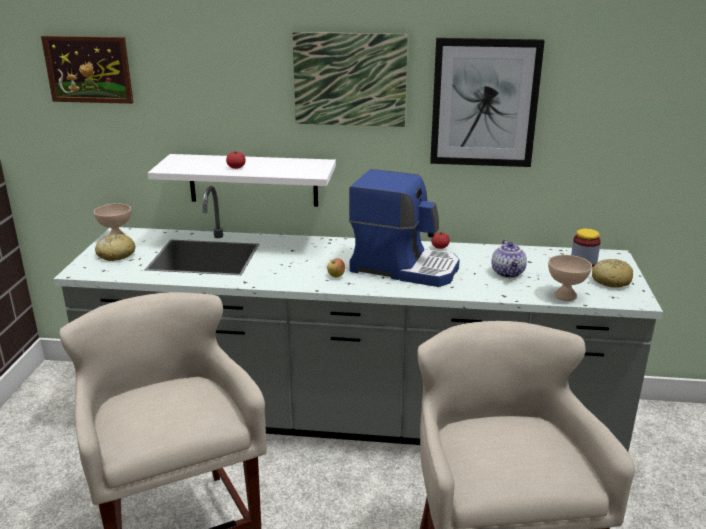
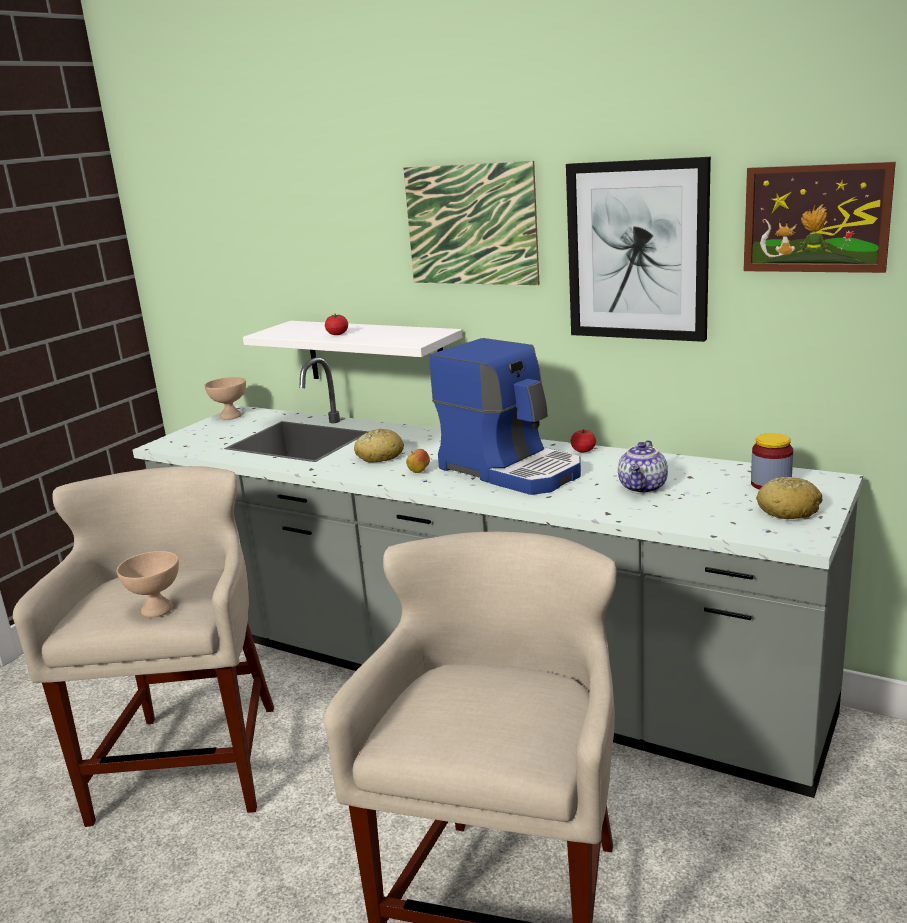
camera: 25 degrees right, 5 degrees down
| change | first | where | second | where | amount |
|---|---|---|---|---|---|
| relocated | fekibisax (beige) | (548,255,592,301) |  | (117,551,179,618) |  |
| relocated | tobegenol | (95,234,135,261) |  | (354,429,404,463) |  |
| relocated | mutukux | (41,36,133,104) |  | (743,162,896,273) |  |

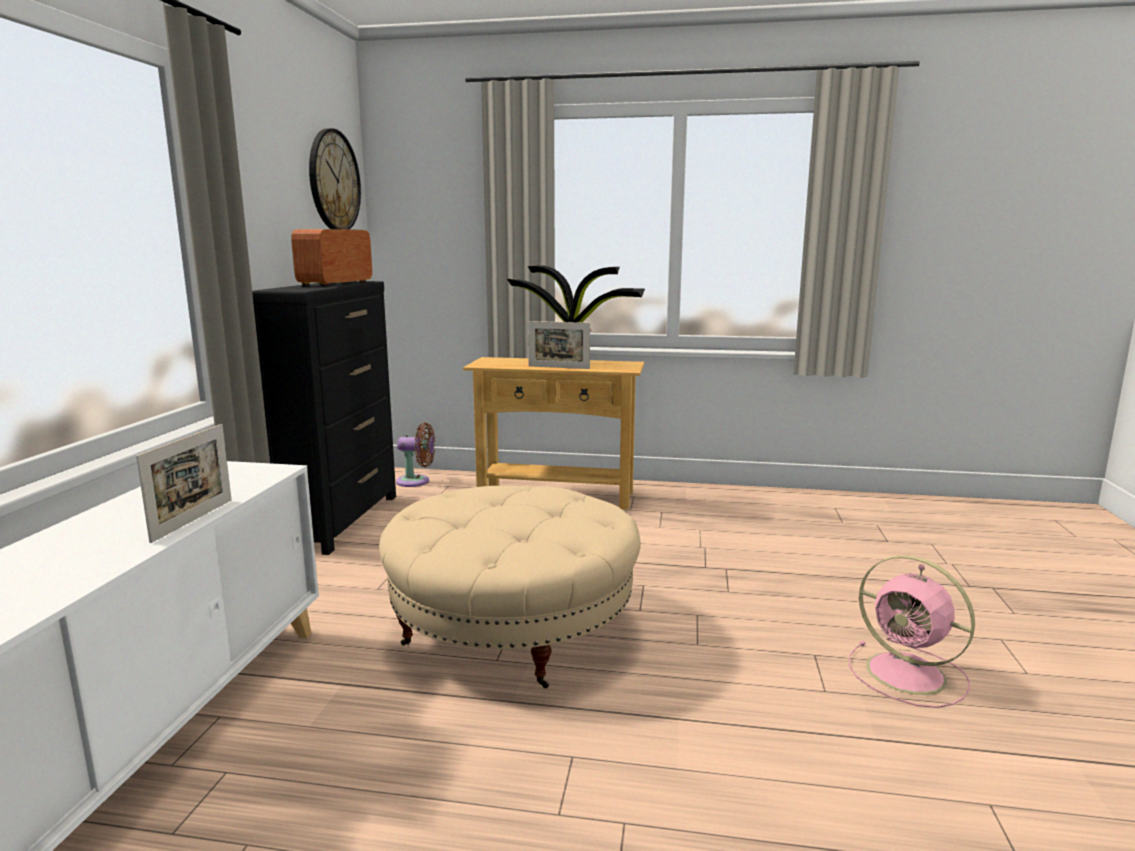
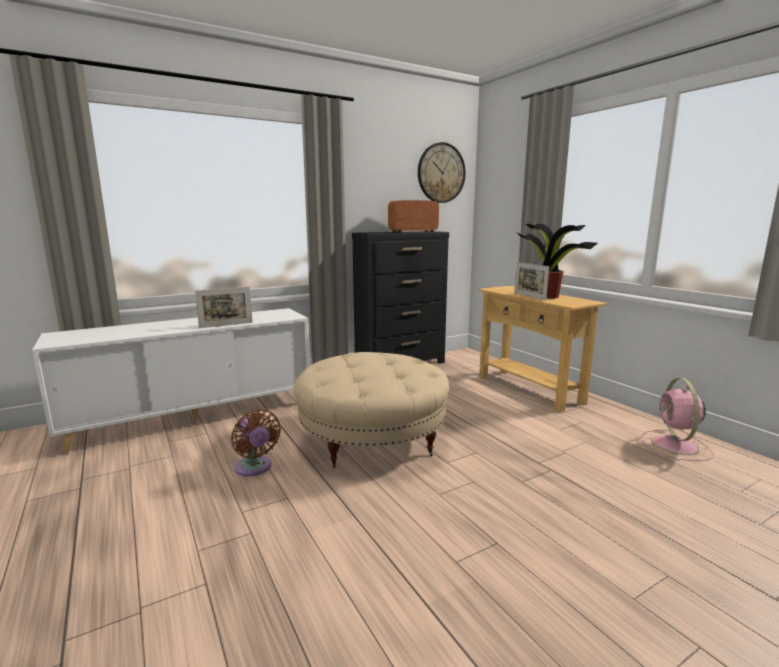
camera: 50 degrees right, 0 degrees up
| change | first | where | second | where | amount |
|---|---|---|---|---|---|
| relocated | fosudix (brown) | (396,422,435,487) |  | (231,409,281,477) |  |
| relocated | fosudix (pink) | (848,555,975,708) |  | (641,378,714,461) |  |

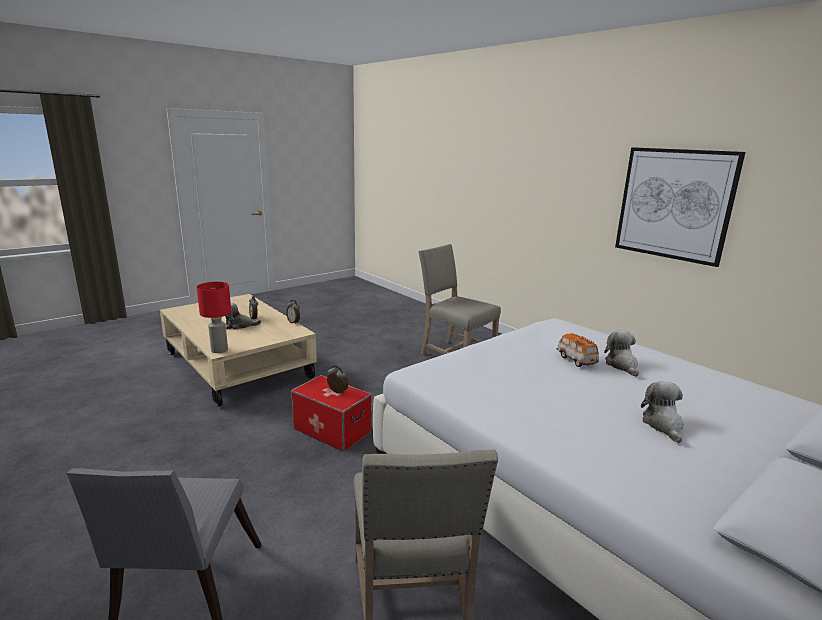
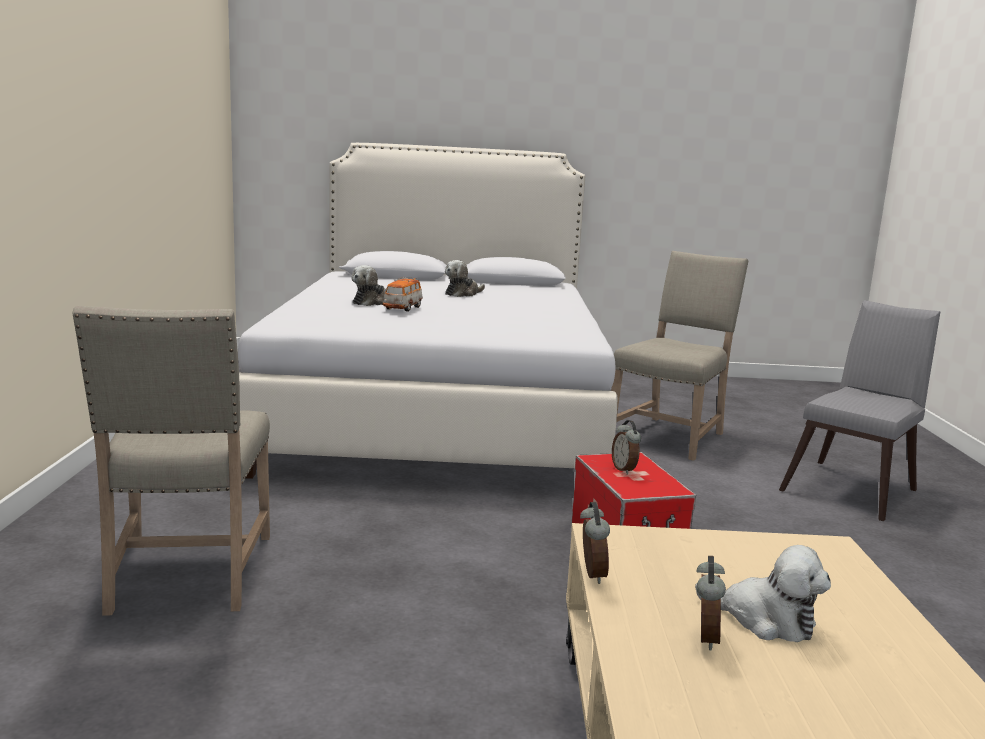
camera: 140 degrees left, 5 degrees down
| change | first | where | second | where | amount |
|---|---|---|---|---|---|
| missing | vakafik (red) | (197,282,231,353) |  |  |  |
| missing | mutukux | (615,147,745,267) |  |  |  |

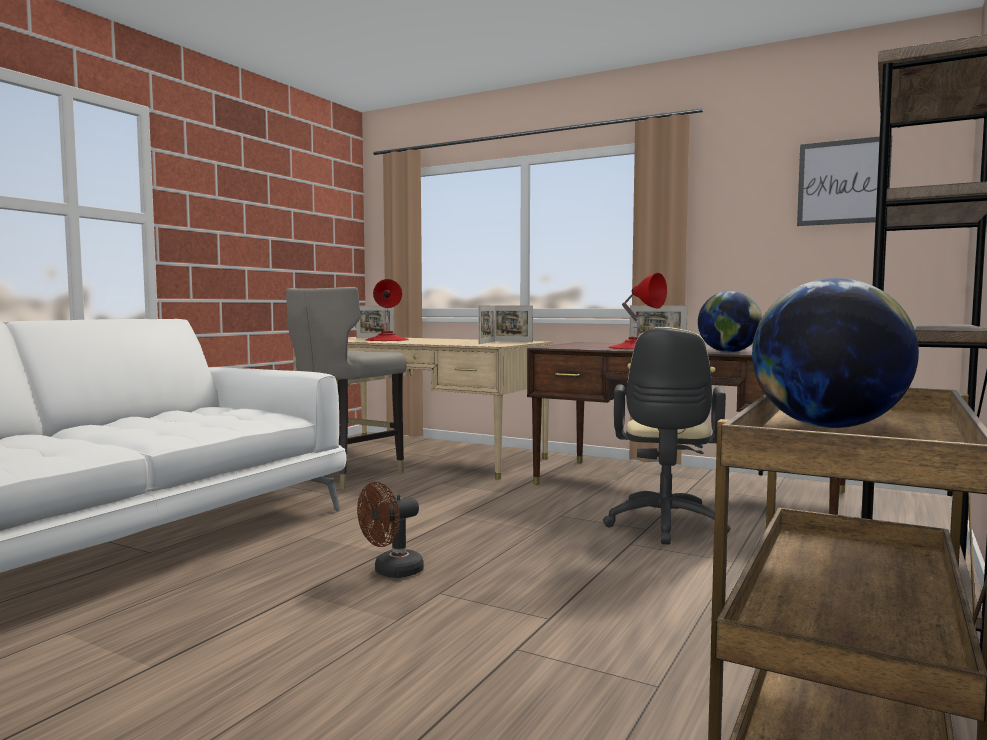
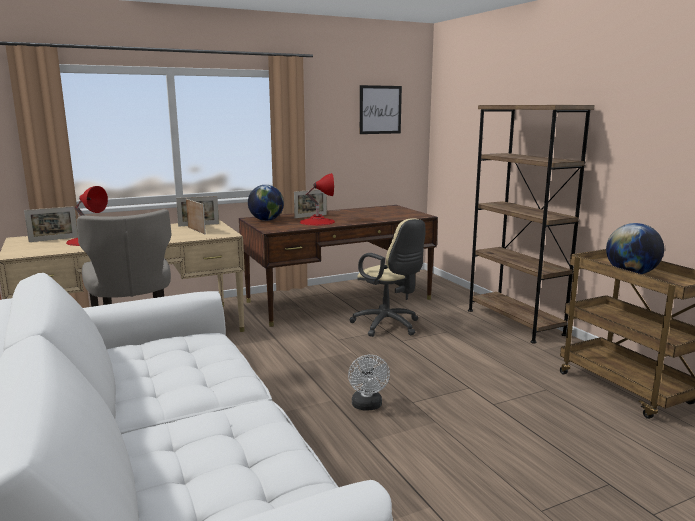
camera: 55 degrees left, 10 degrees up
| change | first | where | second | where | amount |
|---|---|---|---|---|---|
| relocated | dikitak | (698,291,762,352) |  | (248,185,284,221) |  |
| colour | fosudix (brown) | (357,482,424,578) | fosudix (white) | (348,355,390,410) |  |

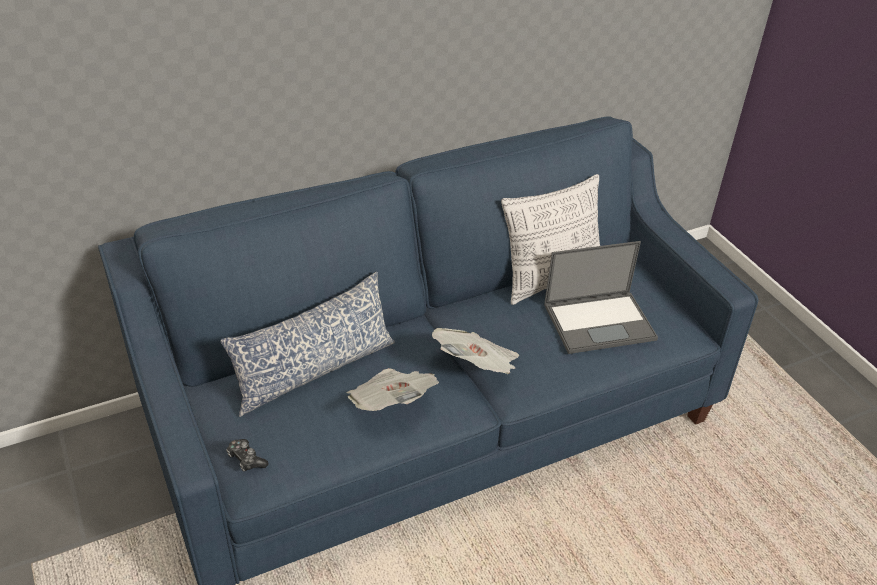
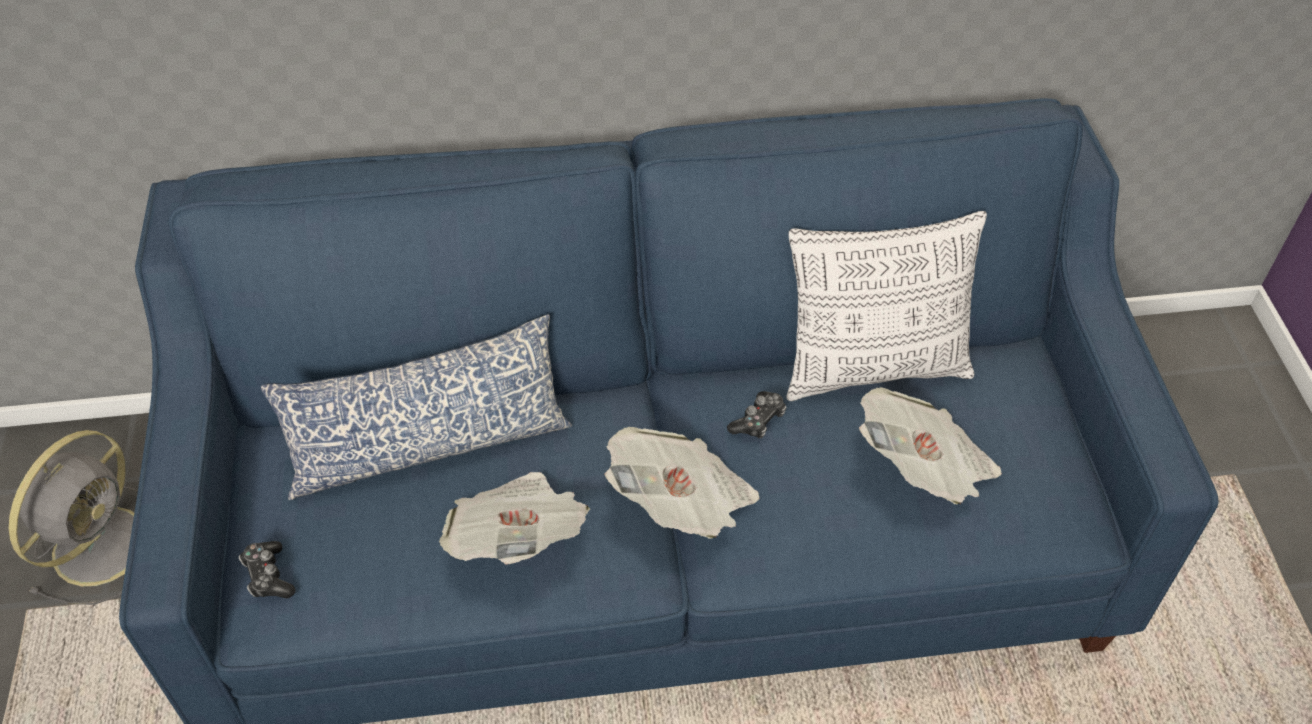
camera: 20 degrees right, 10 degrees up
| change | first | where | second | where | amount |
|---|---|---|---|---|---|
| appeared |  |  | fosudix (grey) | (9,430,138,605) |  |
| appeared |  |  | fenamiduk | (727,391,786,438) |  |
| exchanged | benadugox | (544,241,658,354) | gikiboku | (859,387,1002,504) |  |

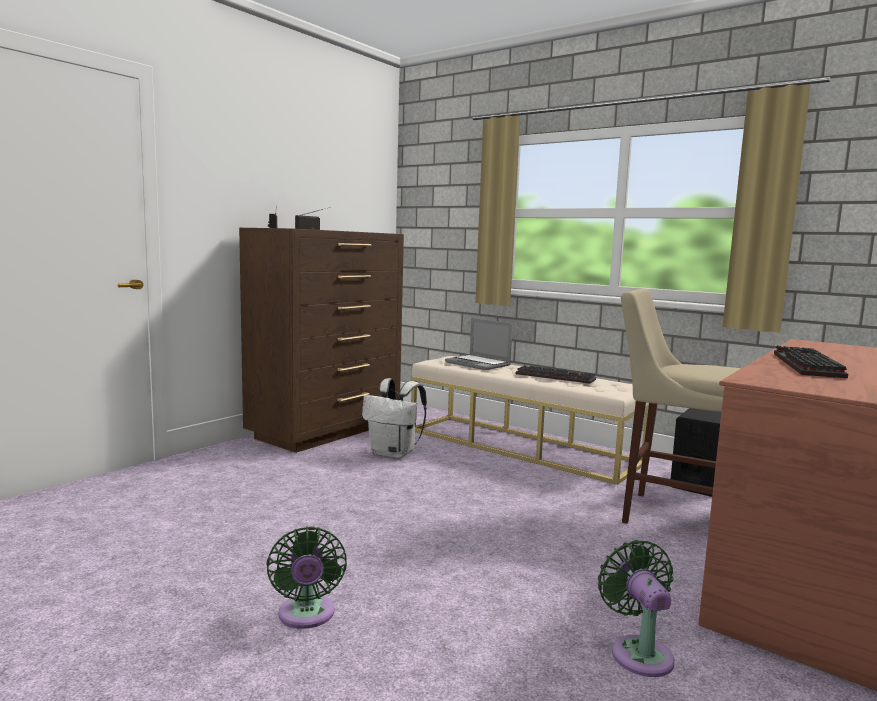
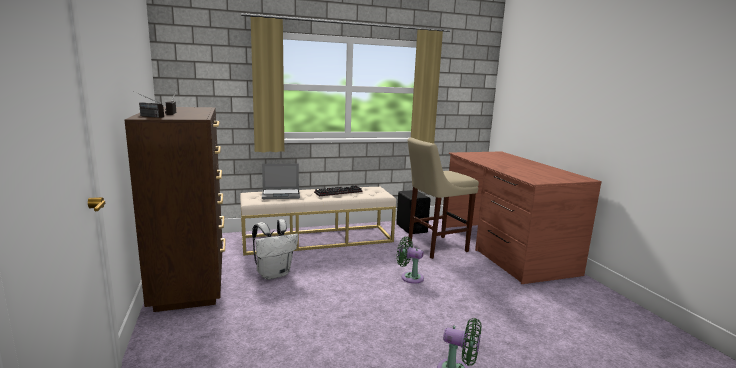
camera: 55 degrees left, 5 degrees up
| change | first | where | second | where | amount |
|---|---|---|---|---|---|
| relocated | fosudix (green) | (598,540,675,677) |  | (396,237,424,284) |  |
| missing | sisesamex | (774,345,848,379) |  |  |  |

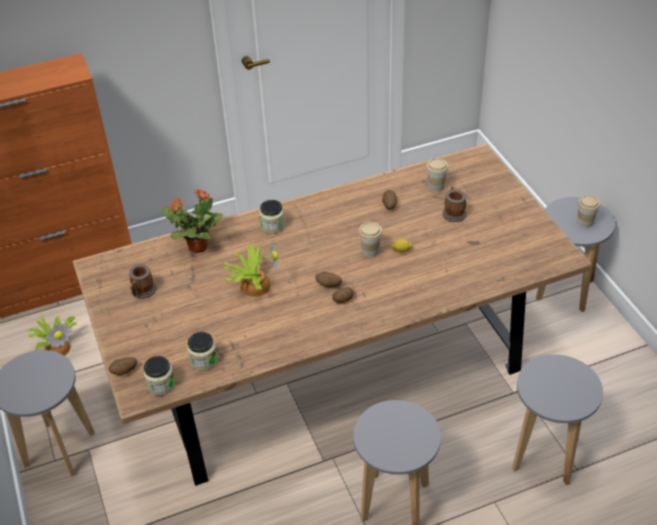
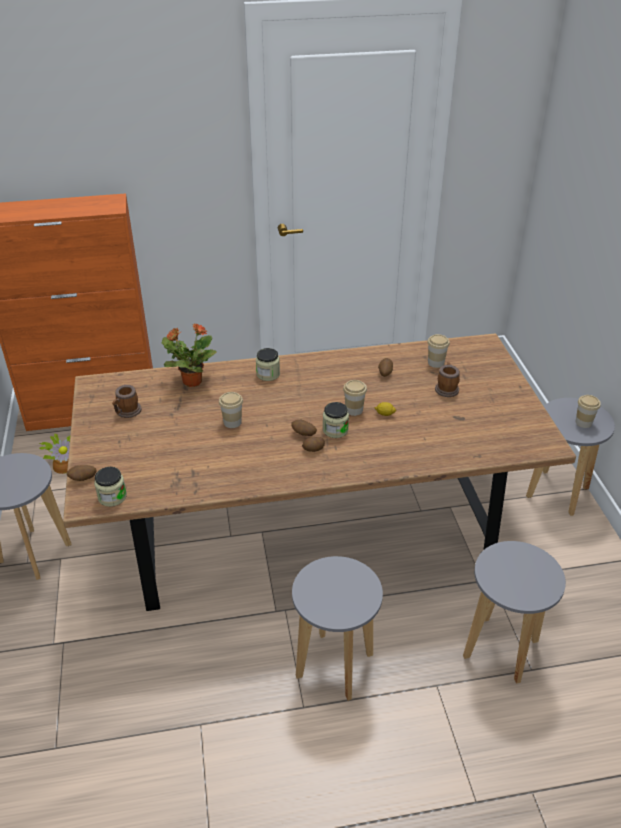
camera: 10 degrees right, 5 degrees down
| change | first | where | second | where | amount |
|---|---|---|---|---|---|
| exchanged | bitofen | (223,241,278,297) | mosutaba | (219,392,243,428) |  |
| relocated | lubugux | (187,332,218,371) |  | (323,402,349,438) |  |

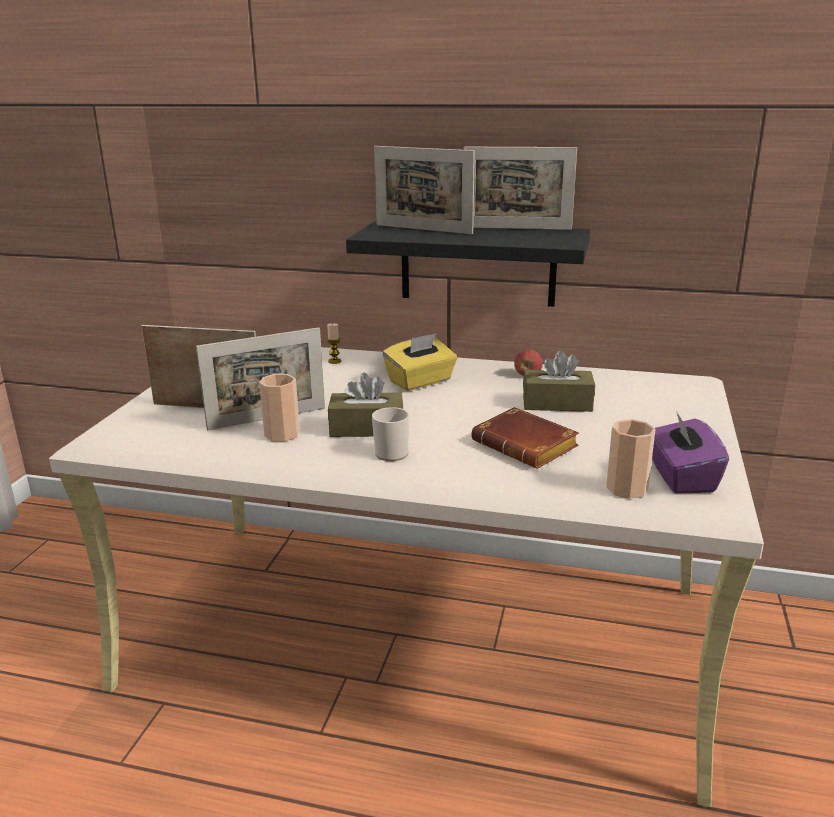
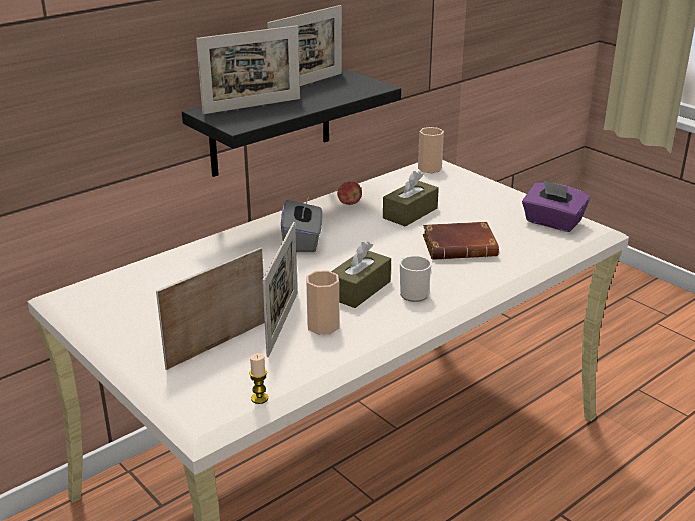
camera: 55 degrees left, 5 degrees up
| change | first | where | second | where | amount |
|---|---|---|---|---|---|
| relocated | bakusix | (327,323,341,364) |  | (249,353,268,404) |  |
| colour | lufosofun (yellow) | (383,333,457,391) | lufosofun (grey) | (281,194,322,252) |  |
| relocated | mosutaba | (606,419,656,499) |  | (418,127,444,173) |  |

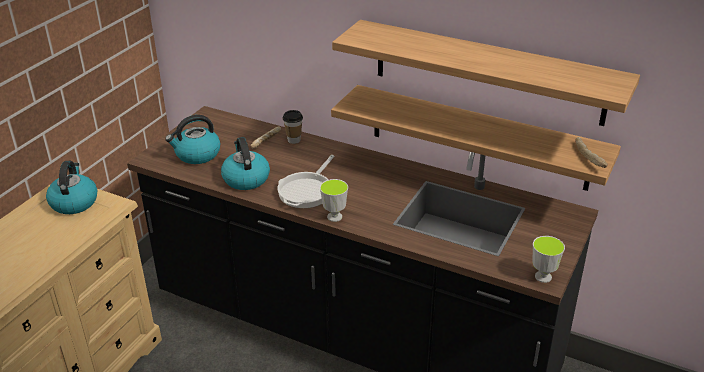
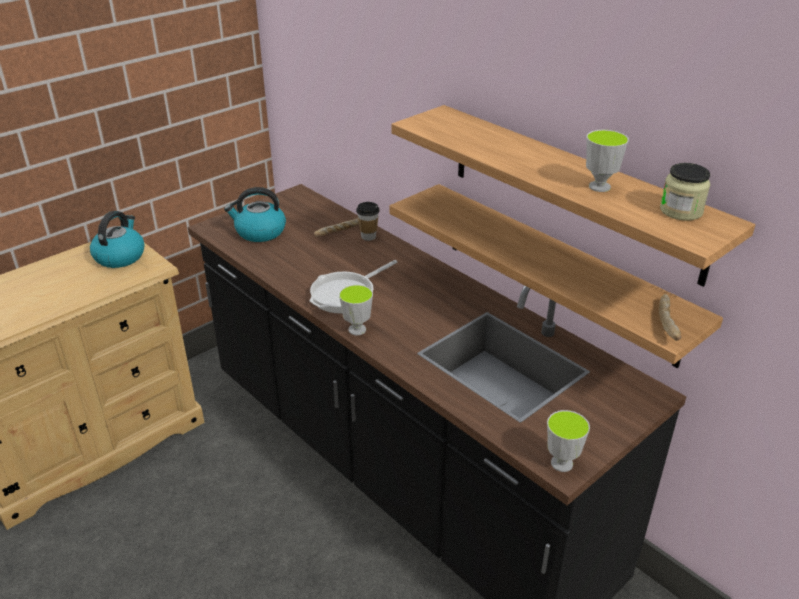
camera: 20 degrees right, 0 degrees up
| change | first | where | second | where | amount |
|---|---|---|---|---|---|
| appeared |  |  | mosutaba | (586,130,629,192) |  |
| appeared |  |  | lubugux | (660,163,711,221) |  |
| missing | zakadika | (221,137,270,190) |  |  |  |

